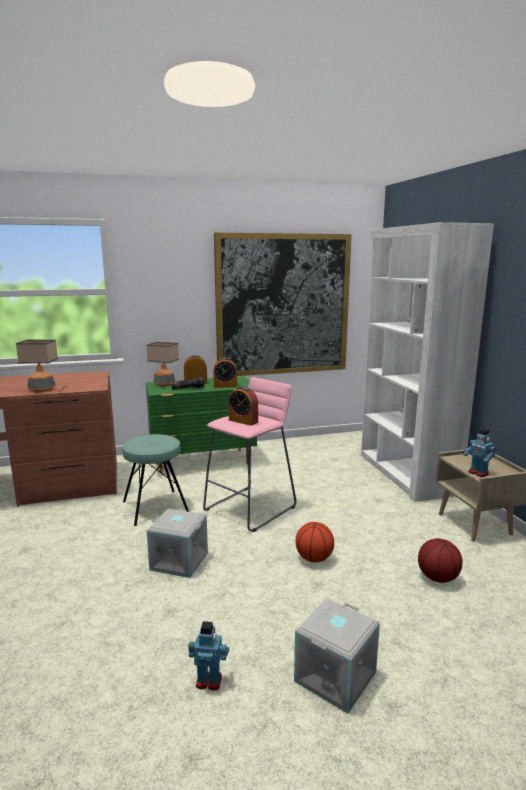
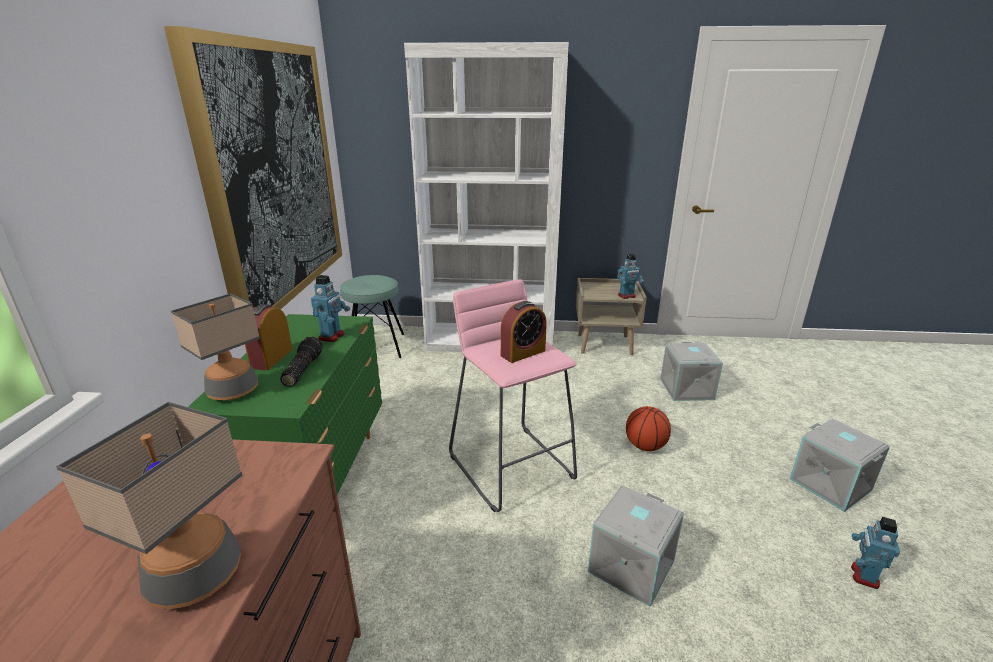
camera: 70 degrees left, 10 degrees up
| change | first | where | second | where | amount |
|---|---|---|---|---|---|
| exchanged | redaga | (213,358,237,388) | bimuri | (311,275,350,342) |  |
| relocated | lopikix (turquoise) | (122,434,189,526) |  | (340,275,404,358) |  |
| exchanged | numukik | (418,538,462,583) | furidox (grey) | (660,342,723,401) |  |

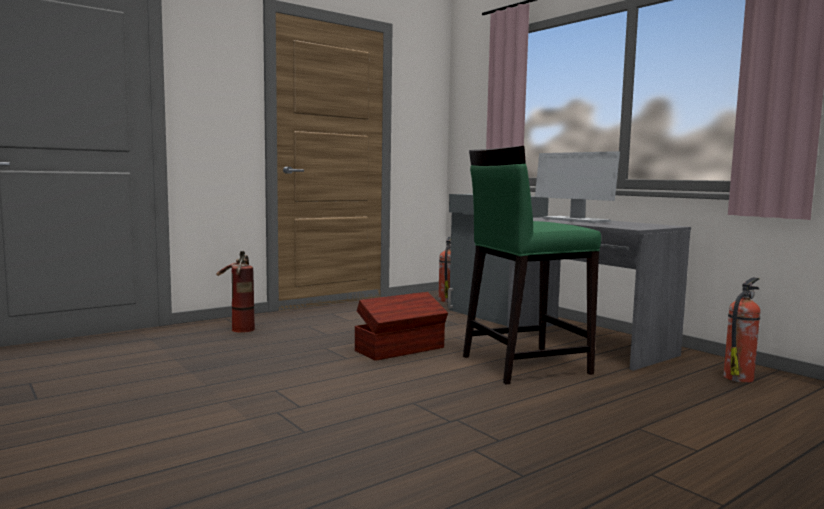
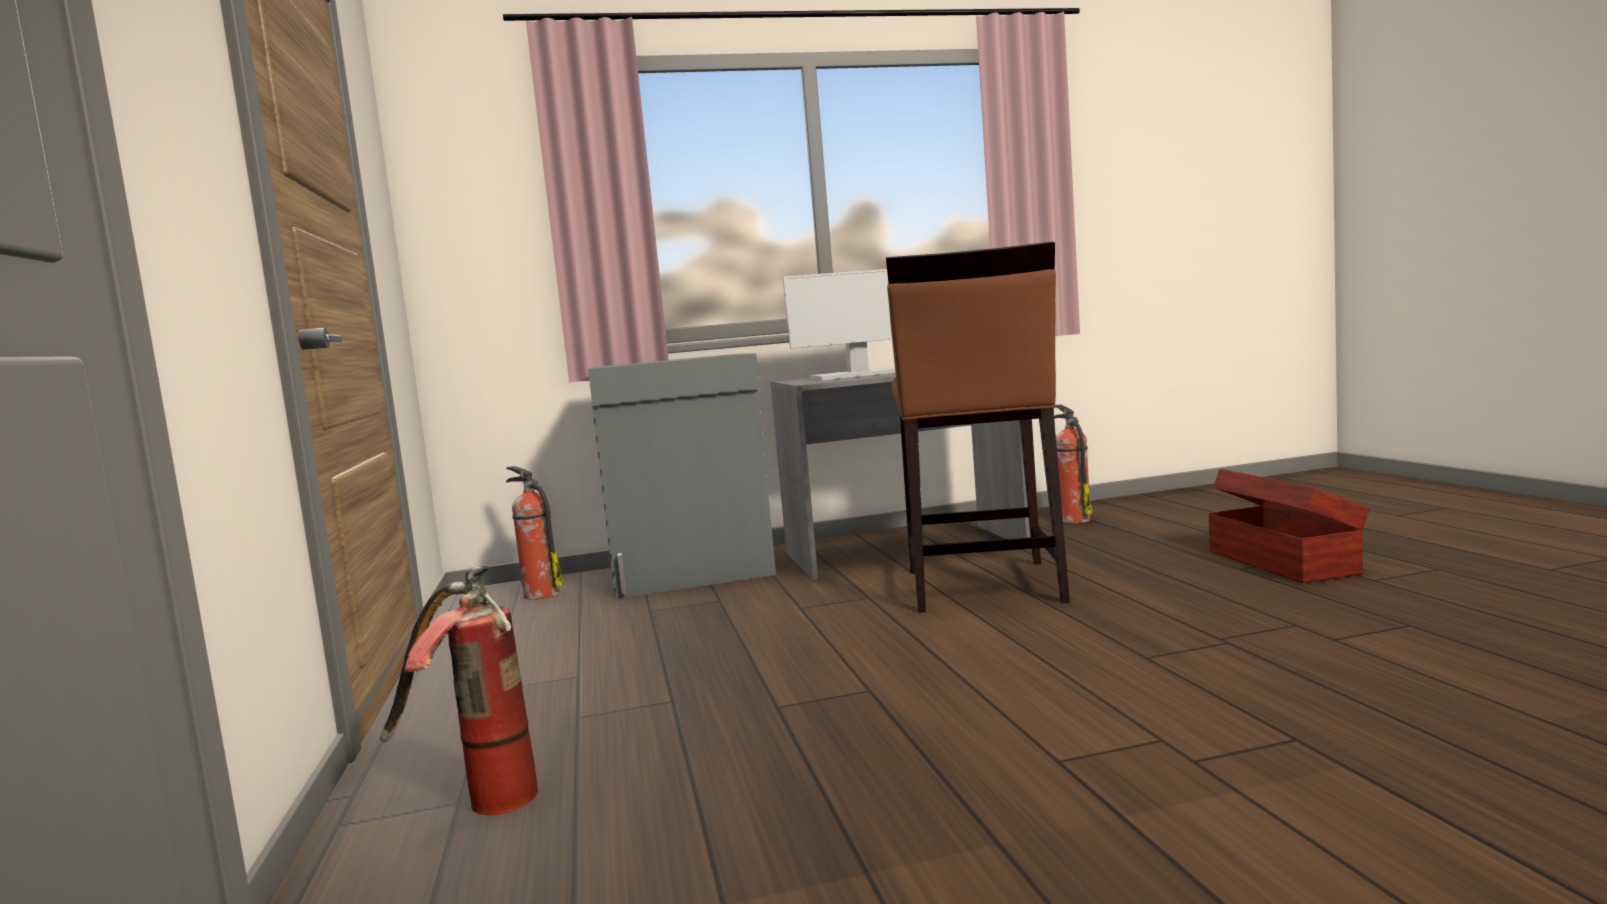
camera: 65 degrees left, 0 degrees up
| change | first | where | second | where | amount |
|---|---|---|---|---|---|
| colour | lopikix (green) | (463,146,601,385) | lopikix (brown) | (886,242,1070,613) |  |
| relocated | furidox (brown) | (355,292,448,361) |  | (1209,469,1370,583) |  |

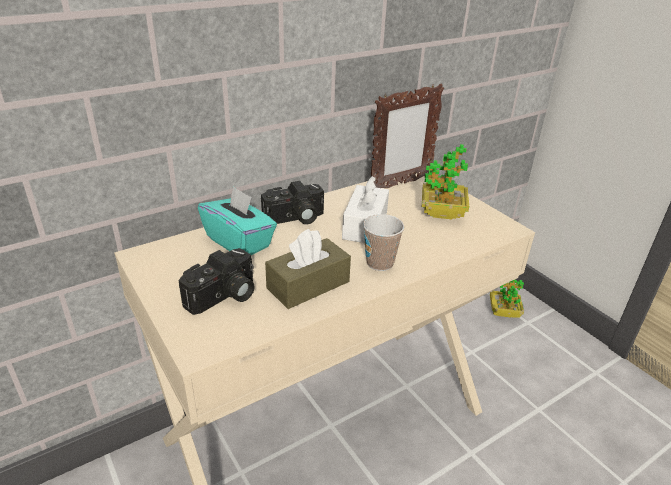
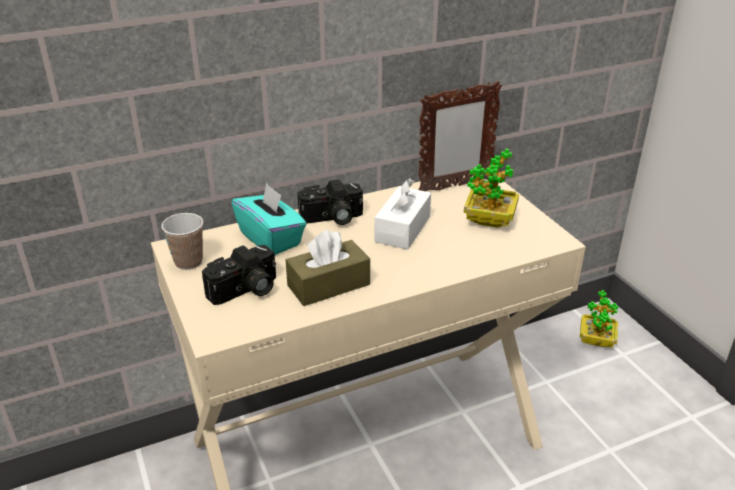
camera: 10 degrees right, 0 degrees up
| change | first | where | second | where | amount |
|---|---|---|---|---|---|
| relocated | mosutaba | (363,214,404,271) |  | (161,213,203,270) |  |

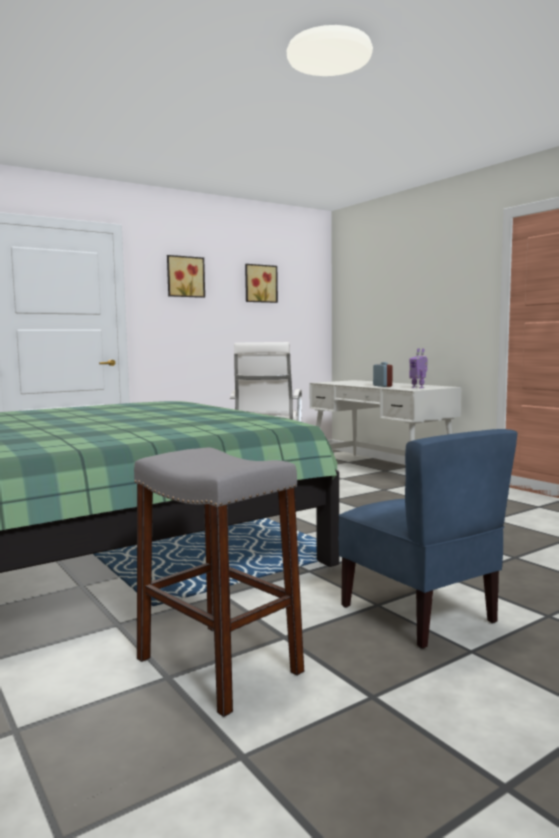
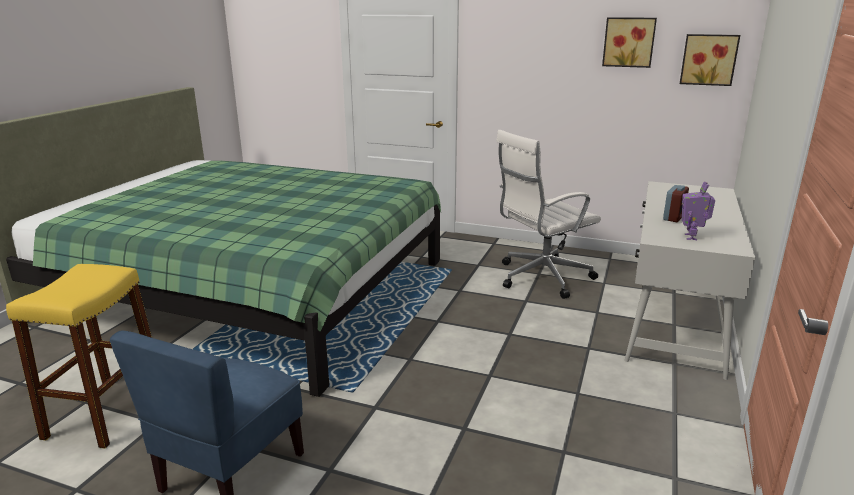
camera: 55 degrees right, 15 degrees up
| change | first | where | second | where | amount |
|---|---|---|---|---|---|
| colour | lopikix (grey) | (134,447,304,717) | lopikix (yellow) | (6,264,152,449) |  |
| relocated | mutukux | (167,255,205,298) |  | (680,34,740,86) |  |

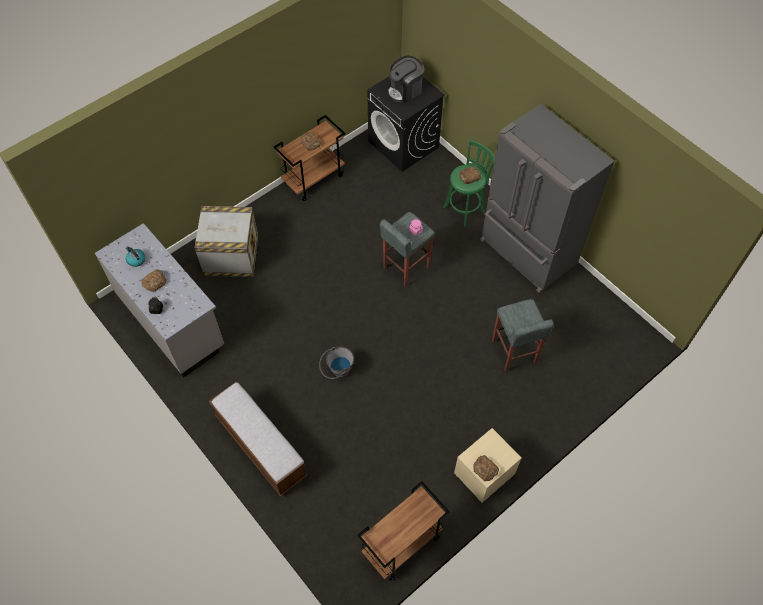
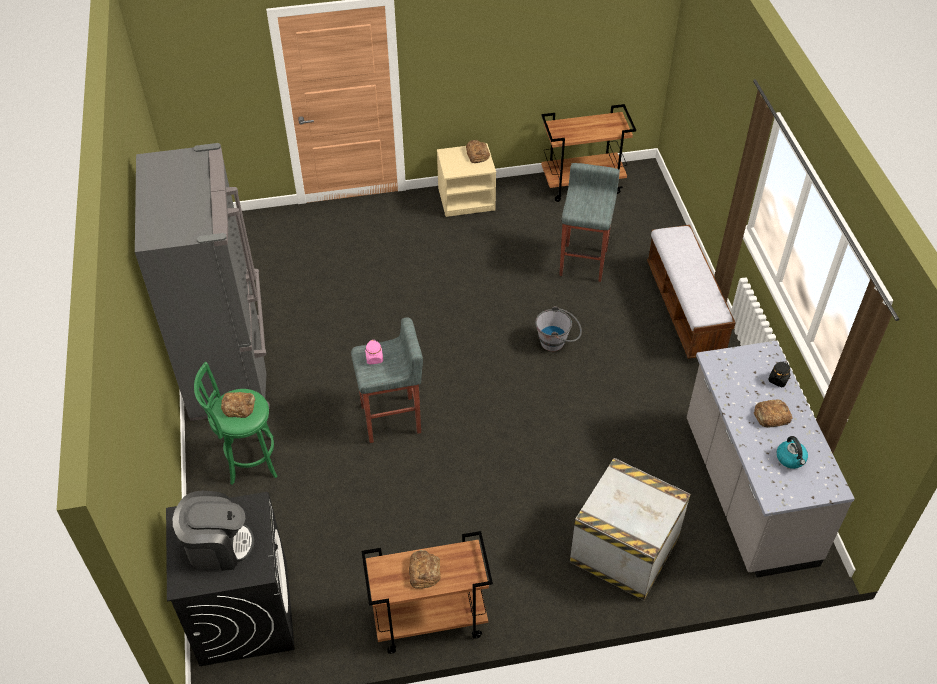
camera: 150 degrees left, 10 degrees down
| change | first | where | second | where | amount |
|---|---|---|---|---|---|
| relocated | lopikix (grey) | (492,299,554,372) |  | (559,163,620,282) |  |

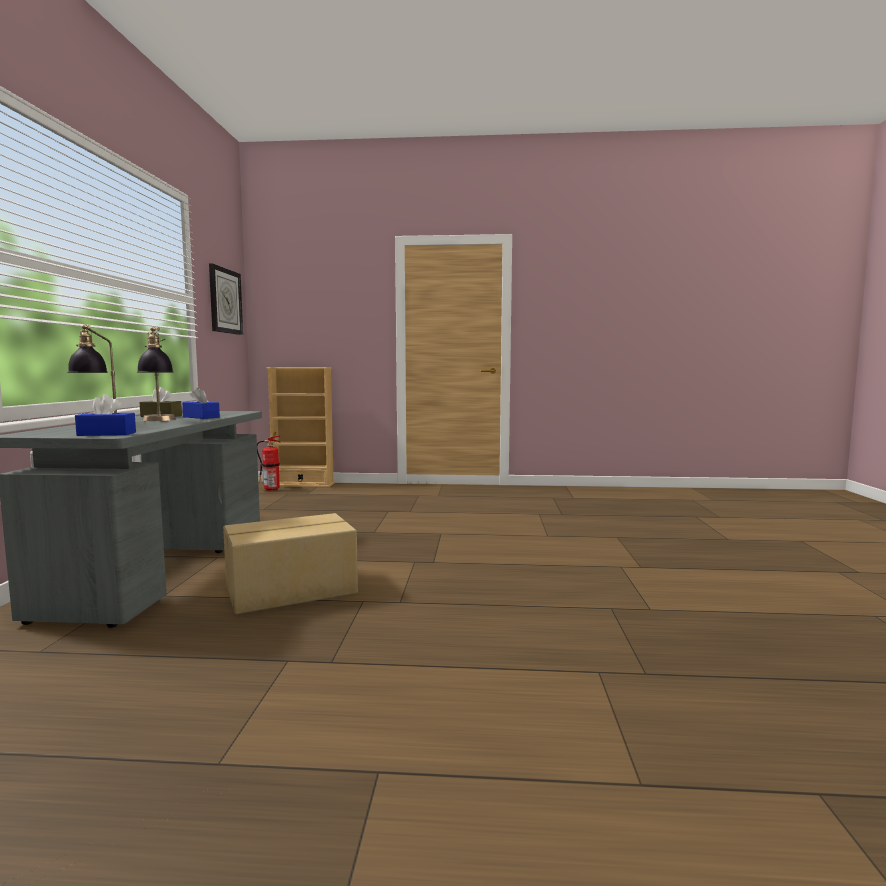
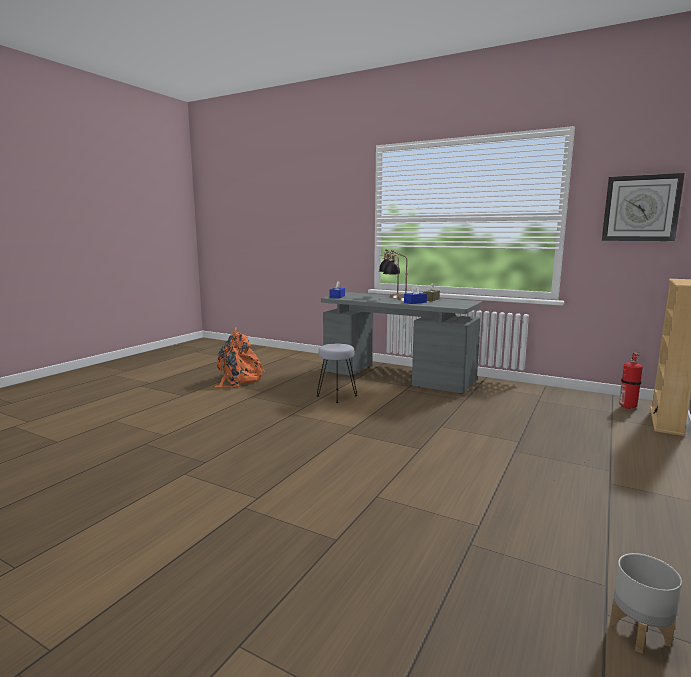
camera: 115 degrees right, 5 degrees up
| change | first | where | second | where | amount |
|---|---|---|---|---|---|
| appeared |  |  | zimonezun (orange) | (215,327,265,388) |  |
| exchanged | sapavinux | (223,513,358,614) | lopikix (grey) | (317,343,357,403) |  |
| appeared |  |  | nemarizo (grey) | (610,553,682,654) |  |

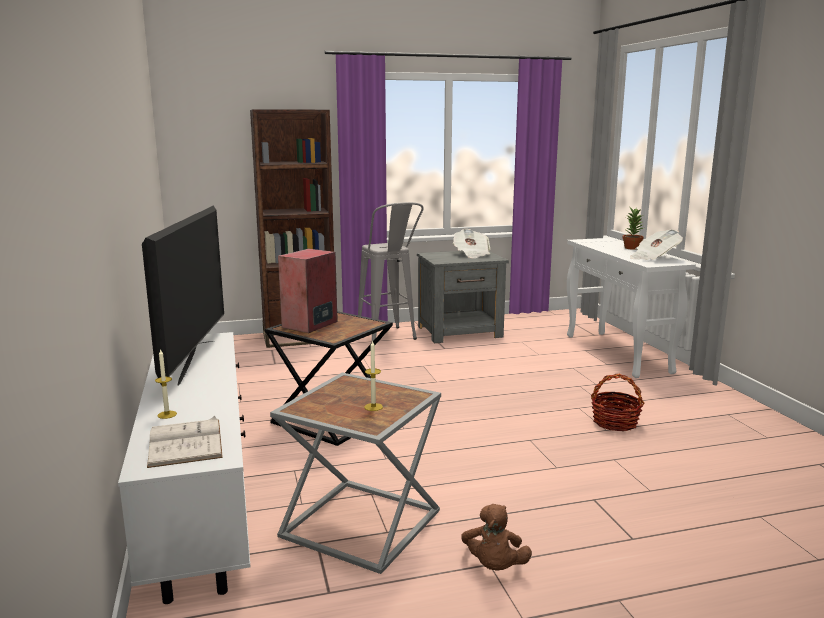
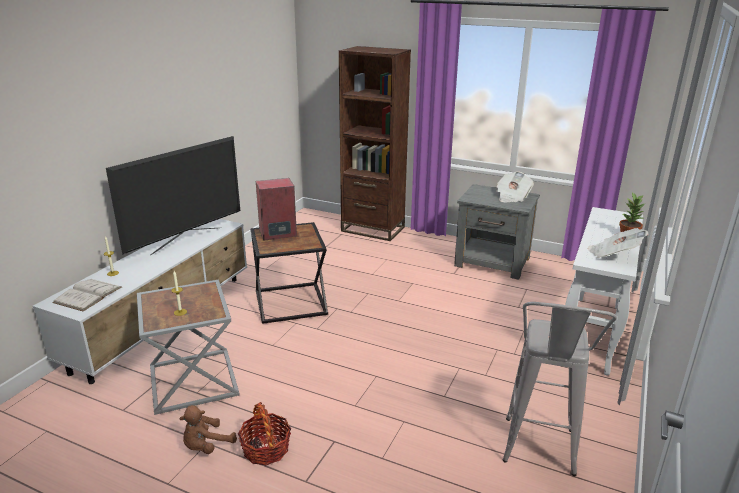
camera: 40 degrees right, 10 degrees up
| change | first | where | second | where | amount |
|---|---|---|---|---|---|
| relocated | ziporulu | (591,374,645,431) |  | (238,402,291,465) |  |
| relocated | lopikix (grey) | (358,202,424,341) |  | (503,302,617,476) |  |

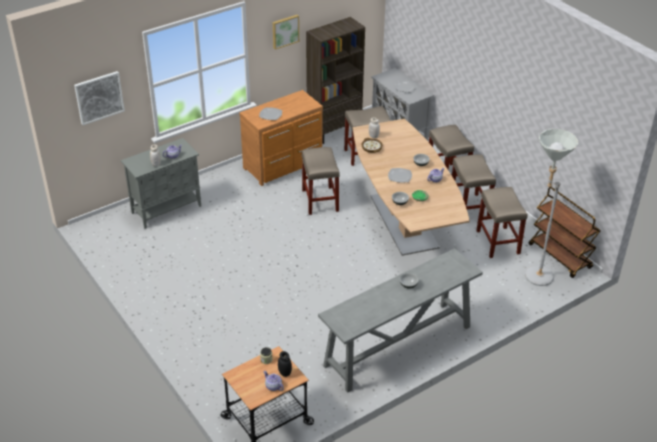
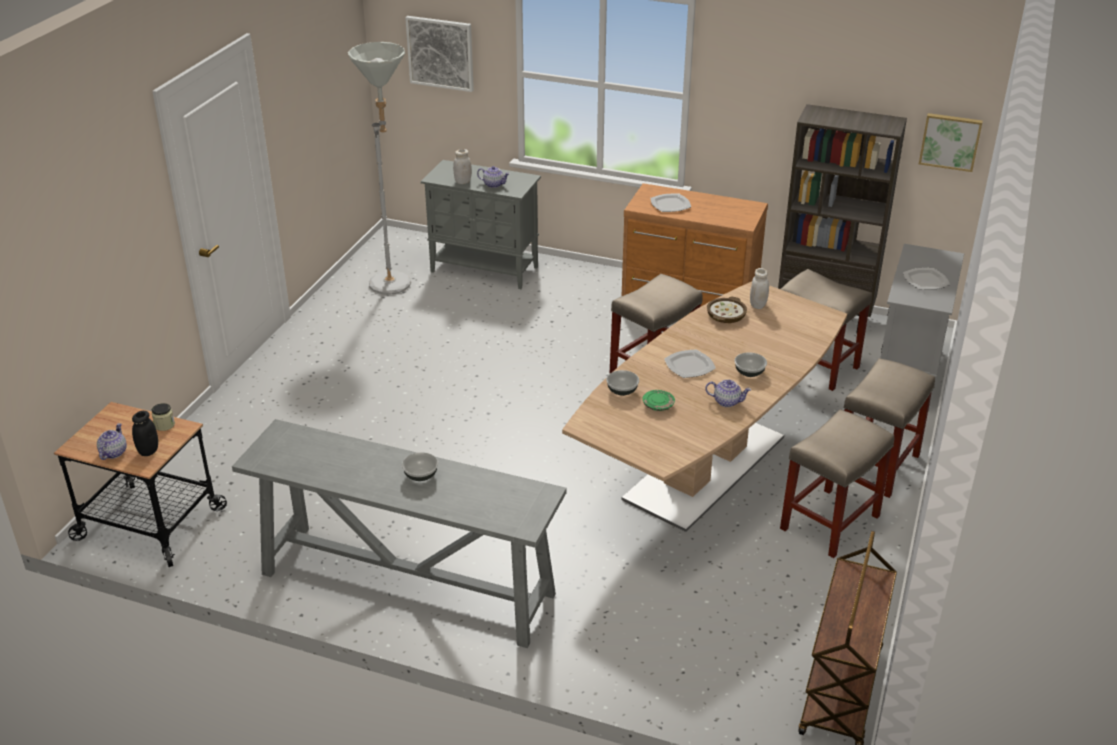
camera: 55 degrees right, 5 degrees down
| change | first | where | second | where | amount |
|---|---|---|---|---|---|
| relocated | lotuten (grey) | (525,129,578,286) |  | (348,42,411,295) |  |
| relocated | mutukux | (273,15,299,50) |  | (919,113,983,172) |  |
| missing | lopikix (beige) | (476,187,527,258) |  |  |  |

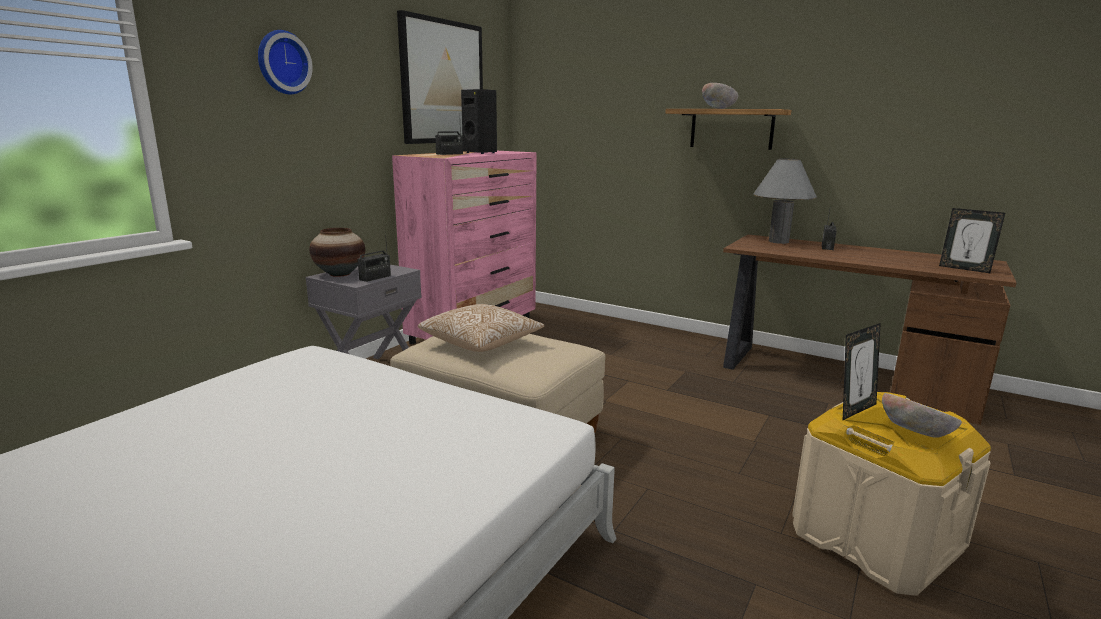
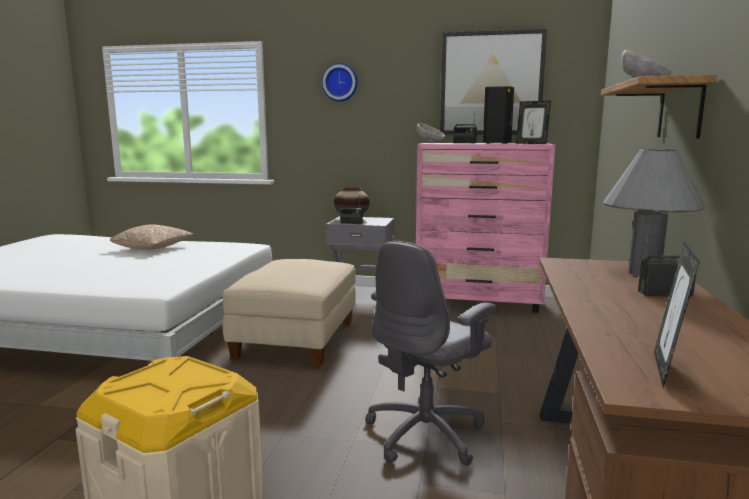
camera: 70 degrees right, 5 degrees down
| change | first | where | second | where | amount |
|---|---|---|---|---|---|
| relocated | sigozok | (418,304,545,352) |  | (110,225,194,250) |  |
| appeared |  |  | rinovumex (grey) | (365,241,497,466) |  |
| relocated | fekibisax | (882,393,962,438) |  | (417,123,445,143) |  |
| relocated | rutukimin | (843,323,881,420) |  | (516,101,551,144) |  |

